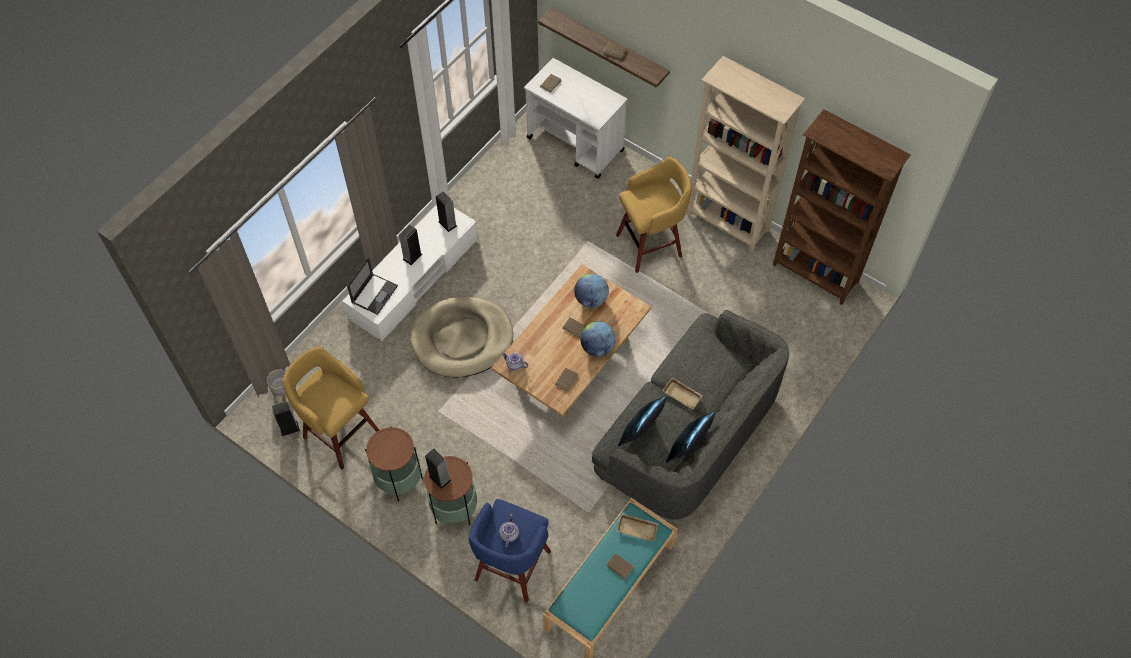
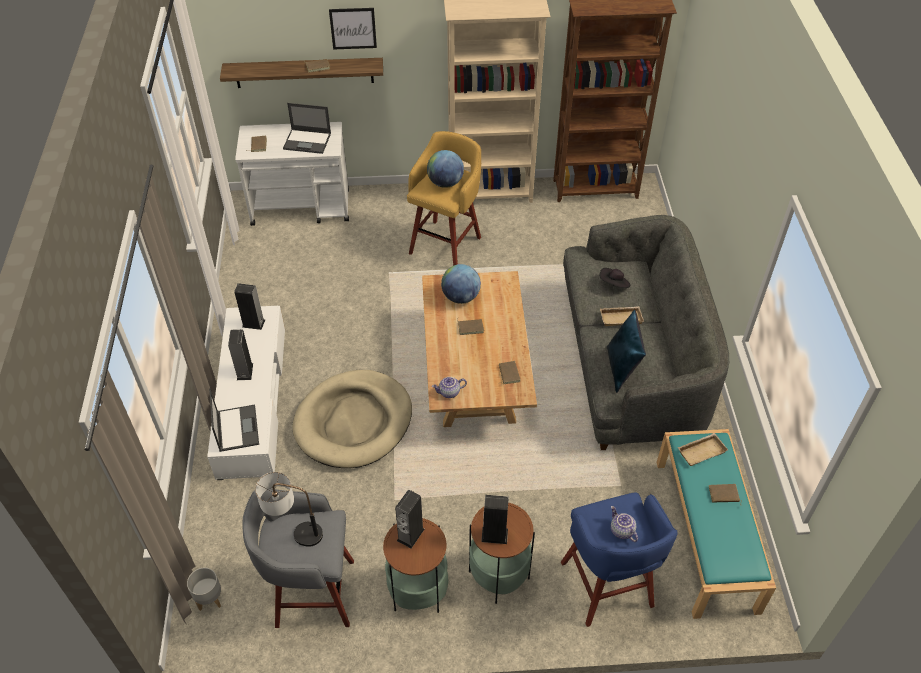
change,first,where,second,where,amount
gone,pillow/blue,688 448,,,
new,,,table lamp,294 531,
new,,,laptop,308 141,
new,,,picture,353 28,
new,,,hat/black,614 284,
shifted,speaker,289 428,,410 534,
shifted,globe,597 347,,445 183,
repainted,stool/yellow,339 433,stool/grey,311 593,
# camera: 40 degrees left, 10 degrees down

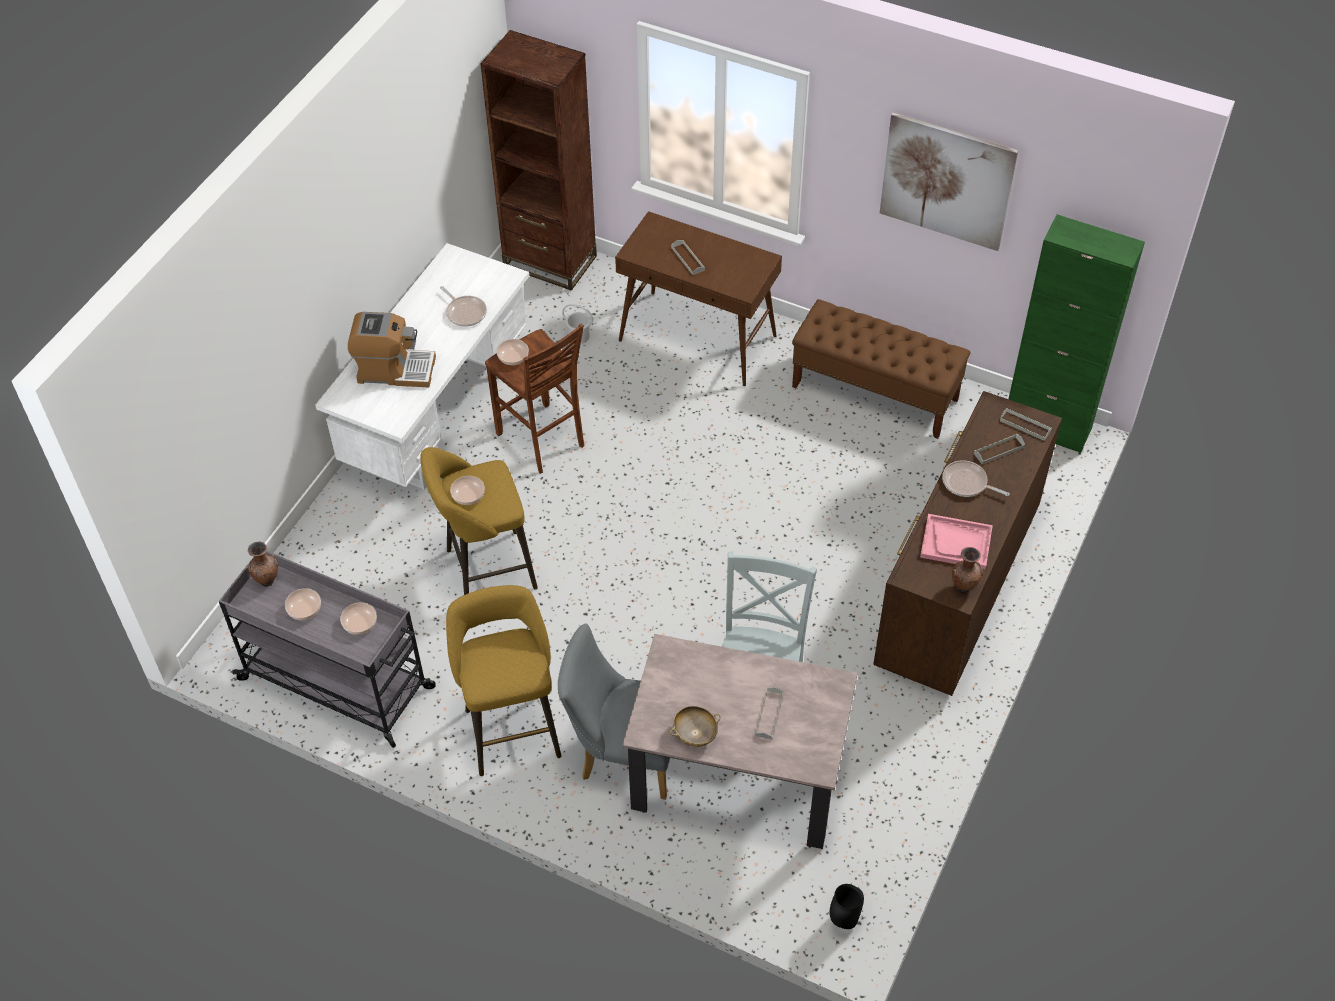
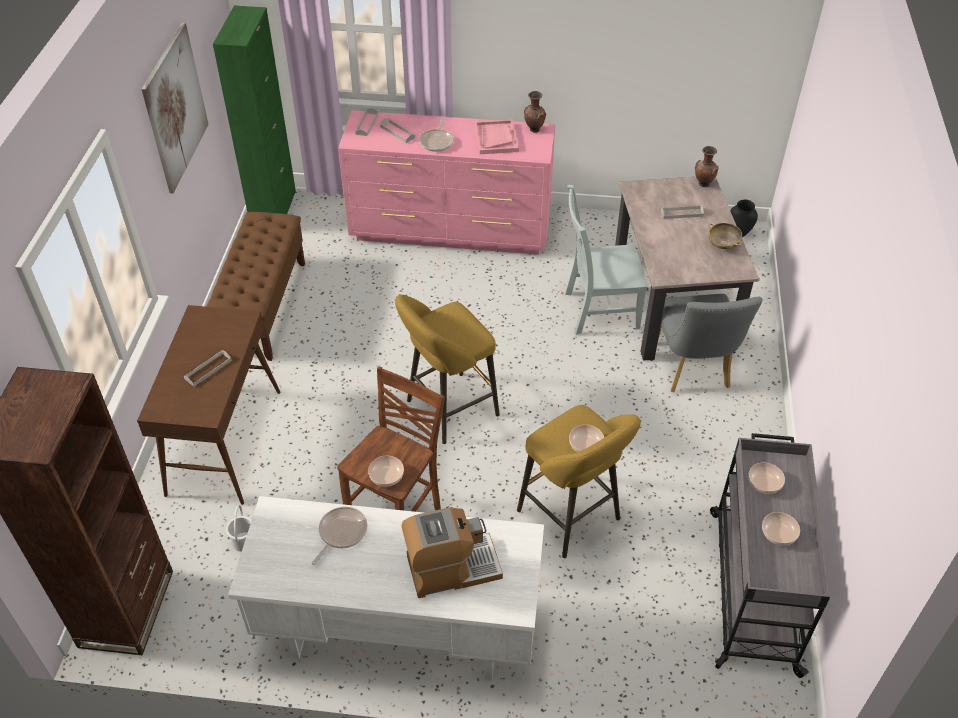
change,first,where,second,where,amount
shifted,vase/brown,267 580,,703 184,
shifted,stool/yellow,511 727,,448 410,
repainted,dresser/brown,956 589,dresser/pink,451 231,
rotated,coffee machine,394 370,,452 568,90 degrees clockwise
# camera: 110 degrees left, 5 degrees down

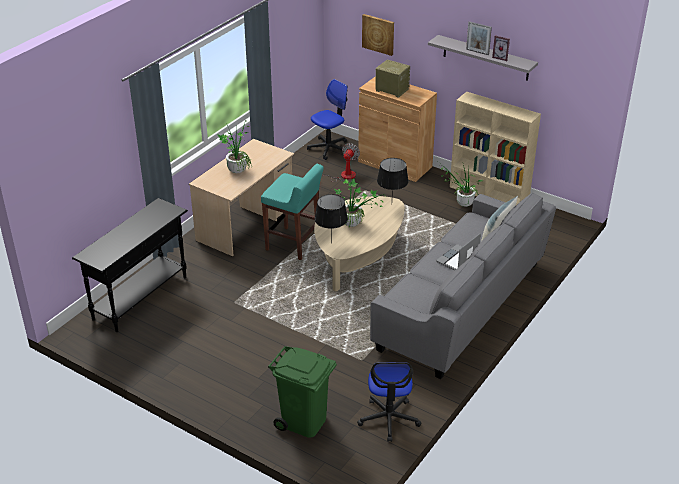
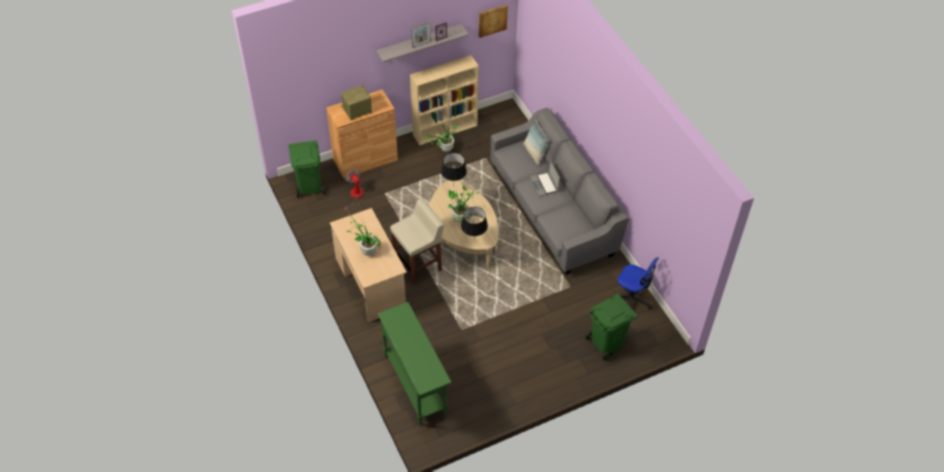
change,first,where,second,where,amount
shifted,picture,378 34,,492 20,
swapped,office chair,329 148,trash can/green,310 186,
repainted,console table/black,141 298,console table/green,415 384,
repainted,stool/turquoise,294 244,stool/beige,418 265,
# camera: 60 degrees left, 15 degrees up

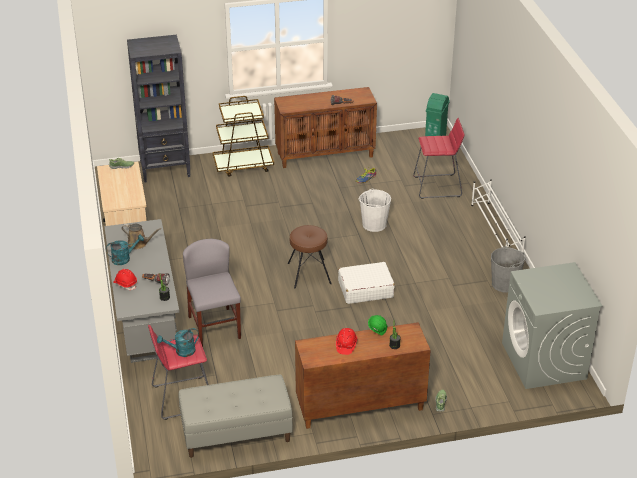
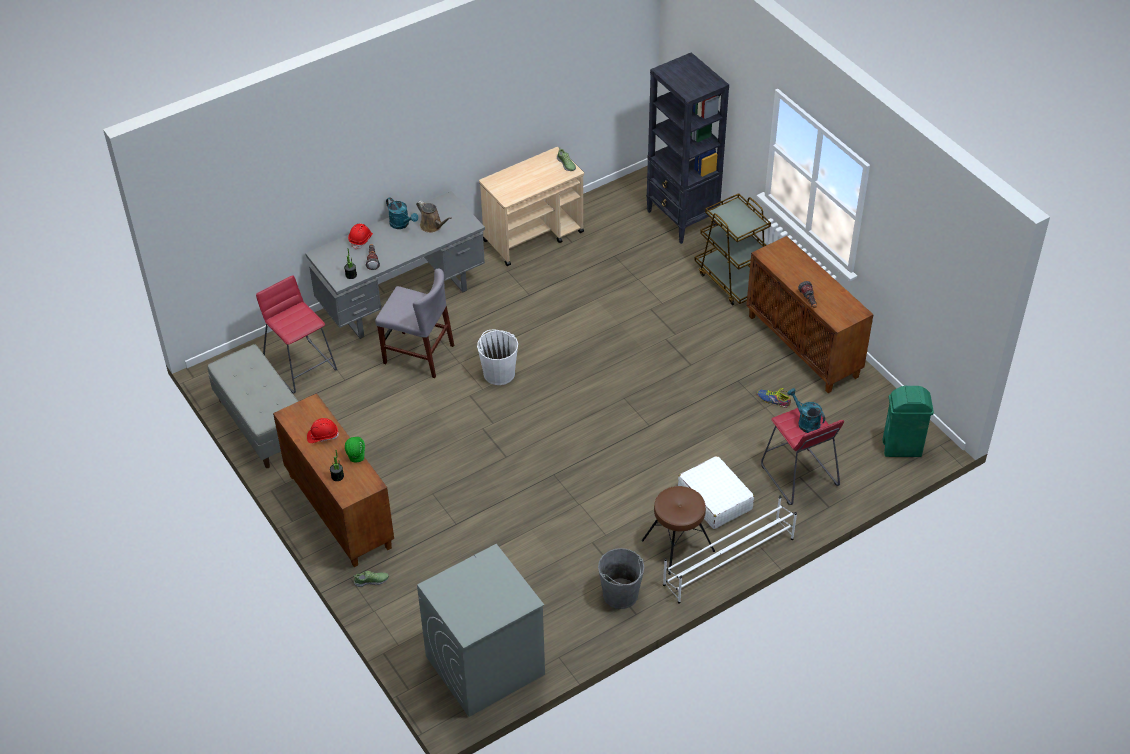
change,first,where,second,where,amount
shifted,watering can/turquoise,181 351,,805 422,
shifted,stool/brown,308 273,,677 545,
shifted,suitcase/white,365 289,,715 499,
shifted,bucket/white,374 224,,499 373,
rotated,watering can/brown,139 243,,432 226,45 degrees counterclockwise
rotated,chair/grey,214 327,,418 354,60 degrees clockwise
# camera: 70 degrees right, 10 degrees up

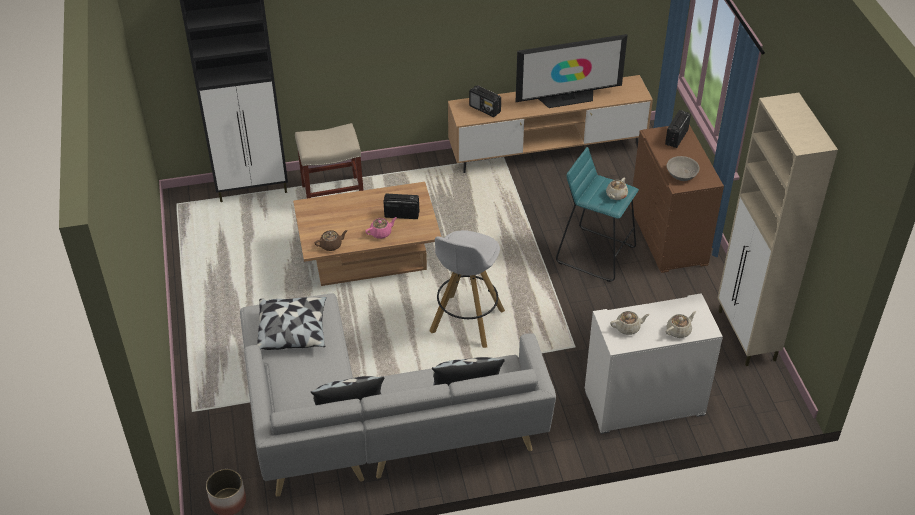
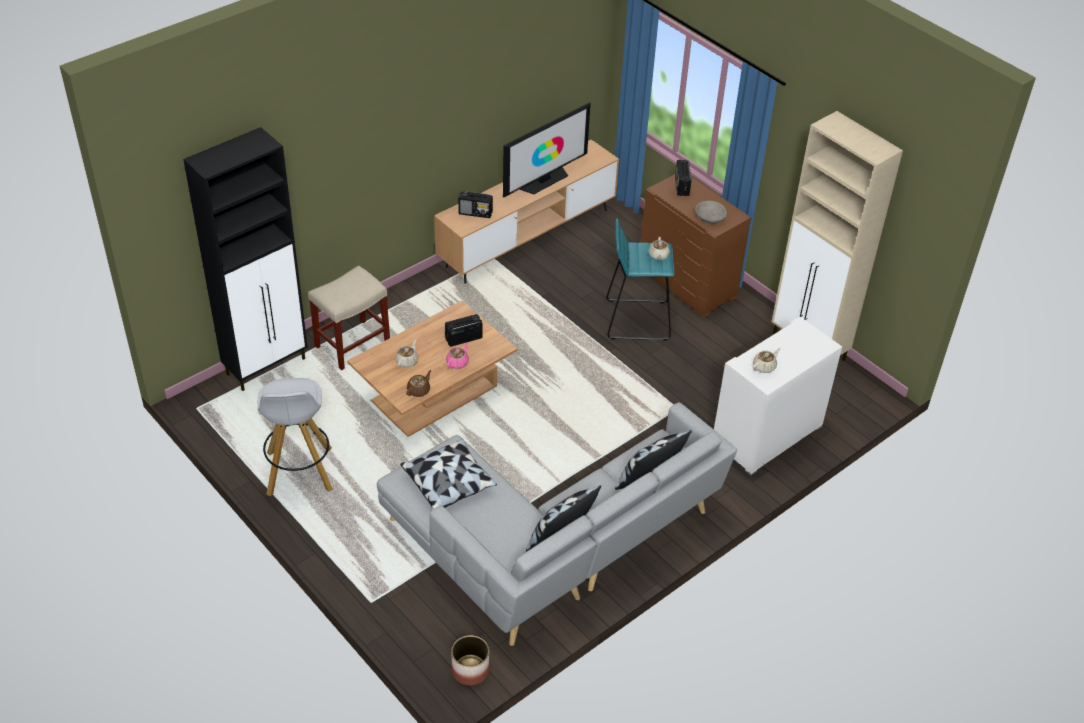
change,first,where,second,where,amount
shifted,stool/white,466 322,,299 473,
shifted,teapot/beige,679 331,,407 361,
# camera: 30 degrees left, 0 degrees up

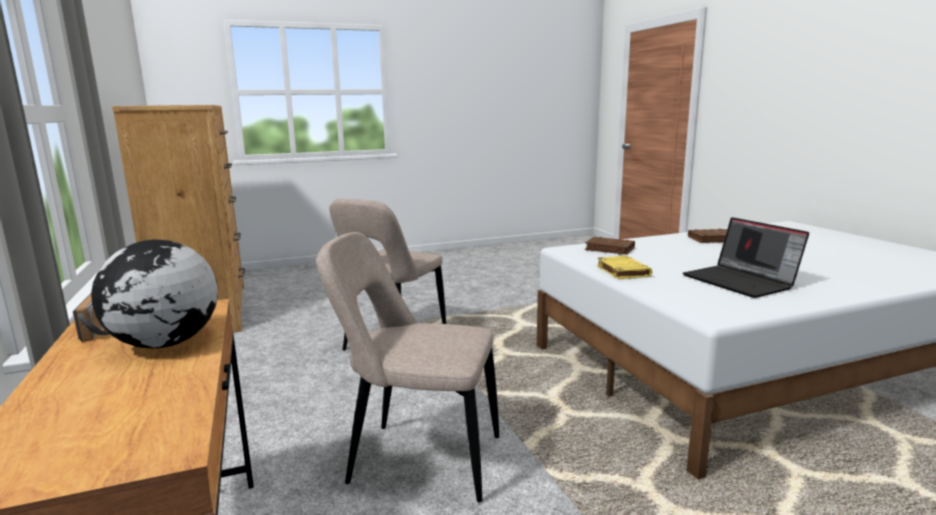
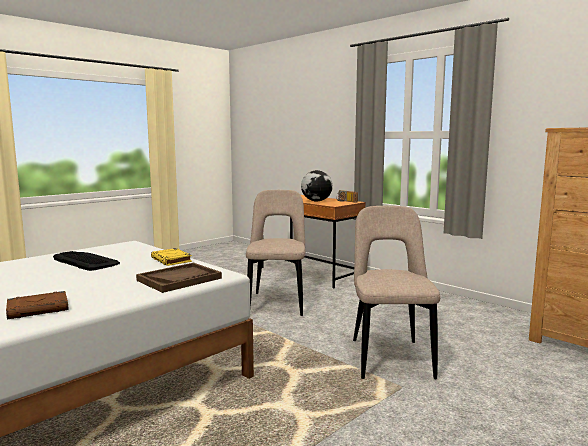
change,first,where,second,where,amount
swapped,book/brown,609 249,tray/brown,179 279,
swapped,laptop,741 282,keyboard,86 261,
rotated,chair/beige,418 459,,277 303,75 degrees counterclockwise
# camera: 155 degrees right, 5 degrees down

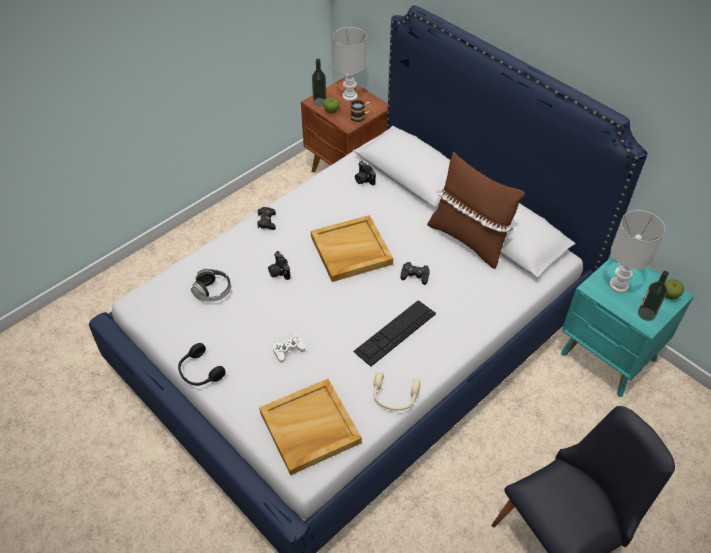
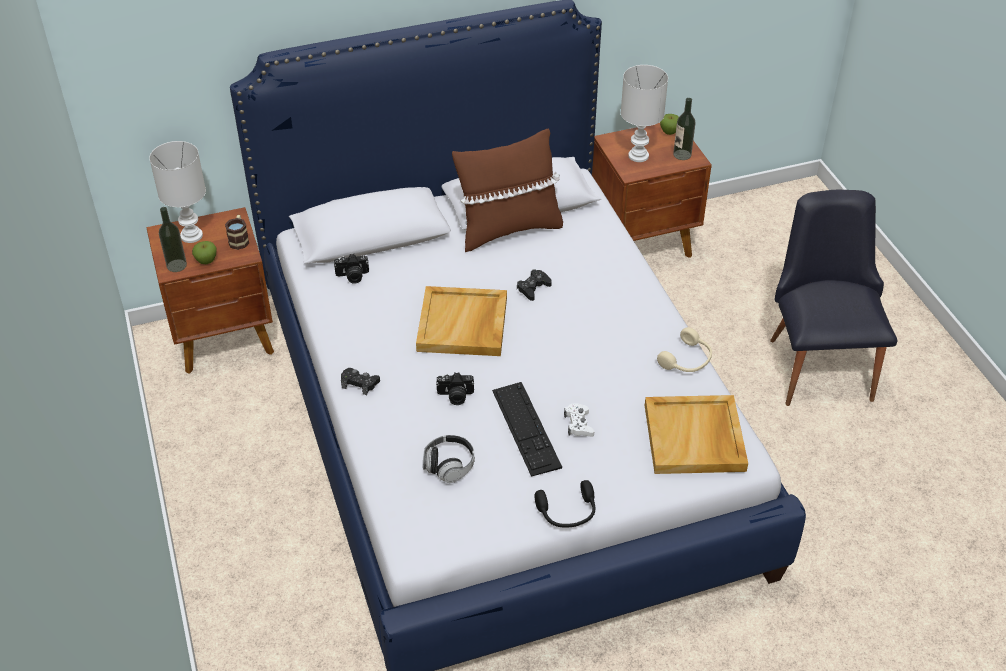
change,first,where,second,where,amount
shifted,keyboard,395 332,,526 428,
repainted,nightstand/turquoise,608 358,nightstand/brown,643 244,
# camera: 65 degrees left, 5 degrees down

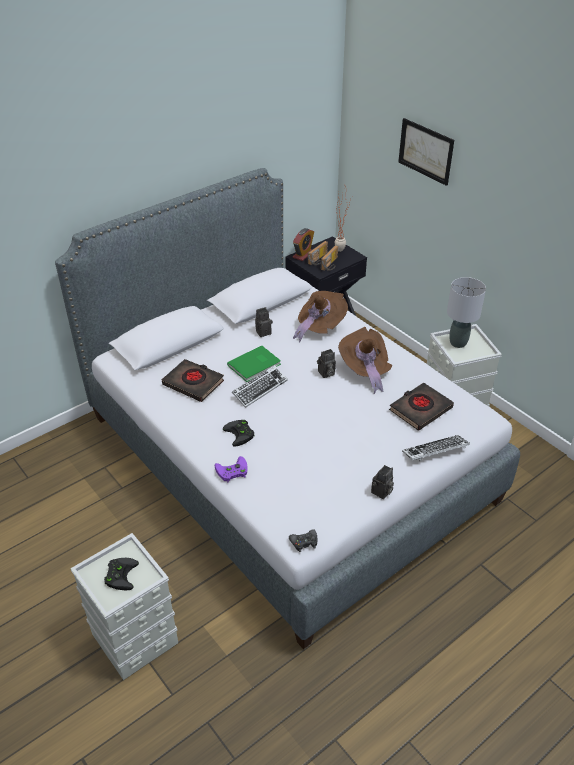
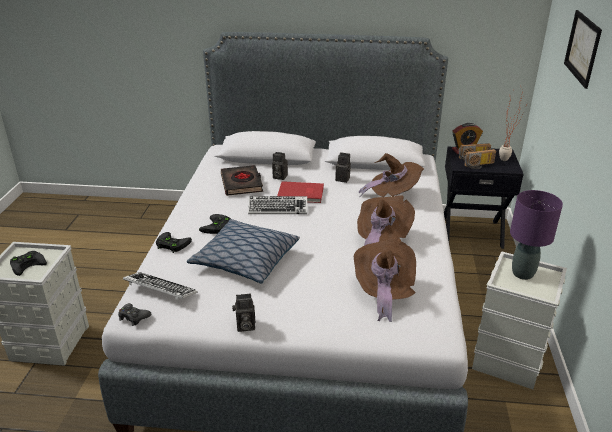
change,first,where,second,where,amount
new,,,pillow,245 260,
shifted,photo camera,326 373,,279 177,
shifted,keyboard,435 451,,160 290,
swapped,book/black,420 409,hat/brown,383 292,
repainted,game controller/purple,231 472,game controller/black,171 244,
repainted,book/green,255 365,book/red,301 194,
repainted,table lamp/grey,458 343,table lamp/purple,523 273,
# camera: 45 degrees right, 10 degrees down

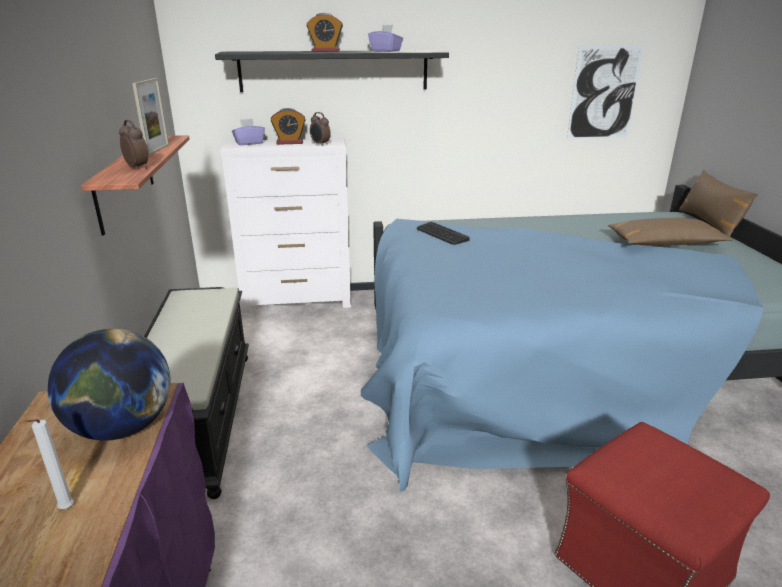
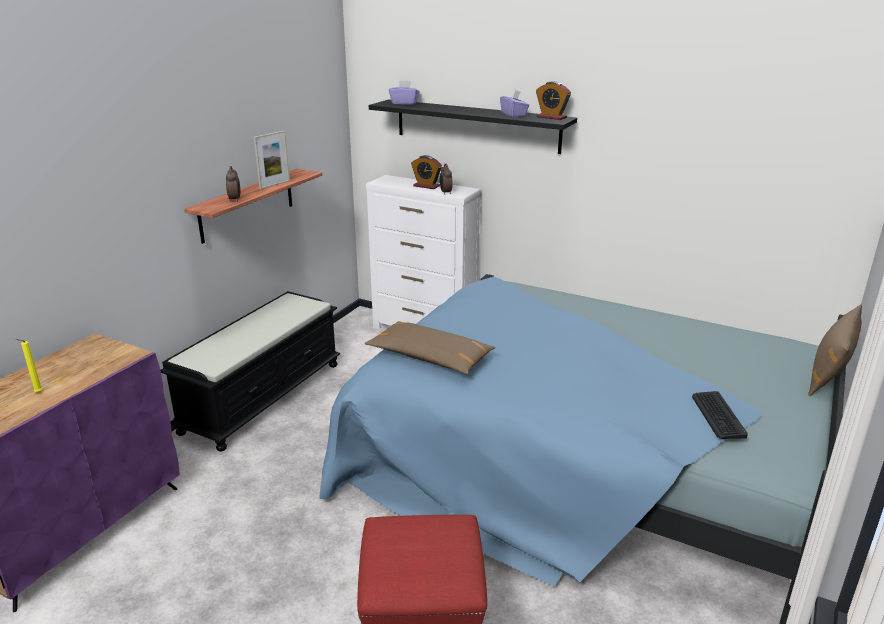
change,first,where,second,where,amount
gone,globe,122 427,,,
gone,picture,604 93,,,
shifted,tissue box/purple,249 143,,404 103,
shifted,alarm clock,325 51,,551 117,
shifted,keyboard,441 234,,717 415,
shifted,pillow/brown,665 243,,430 357,
repainted,candle/white,65 510,candle/yellow,37 393,
# camera: 35 degrees right, 0 degrees up

